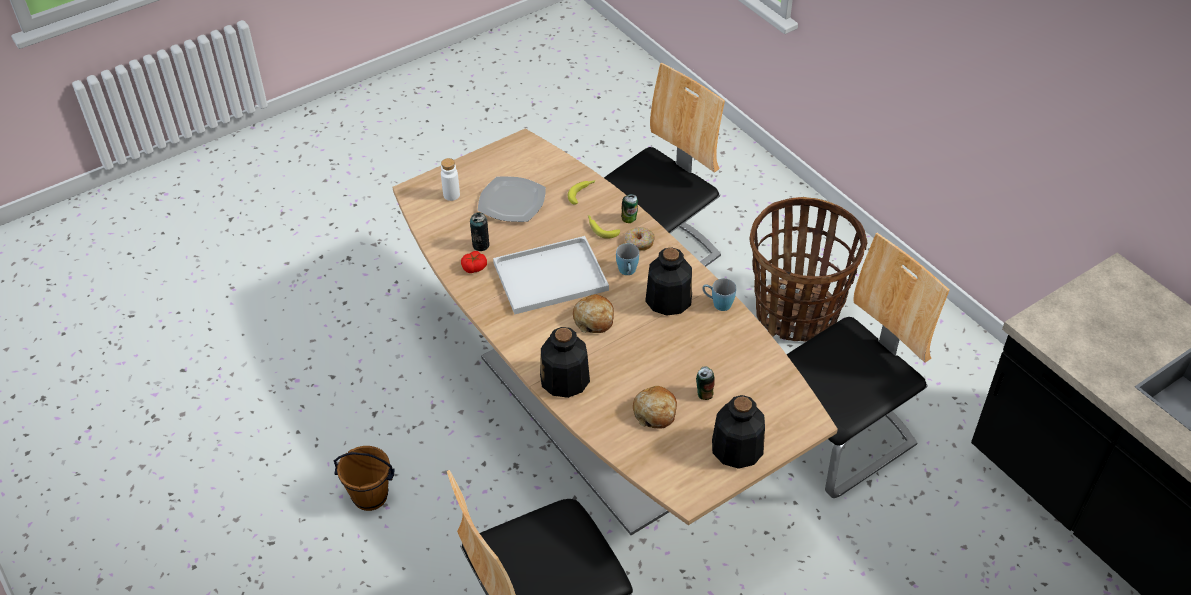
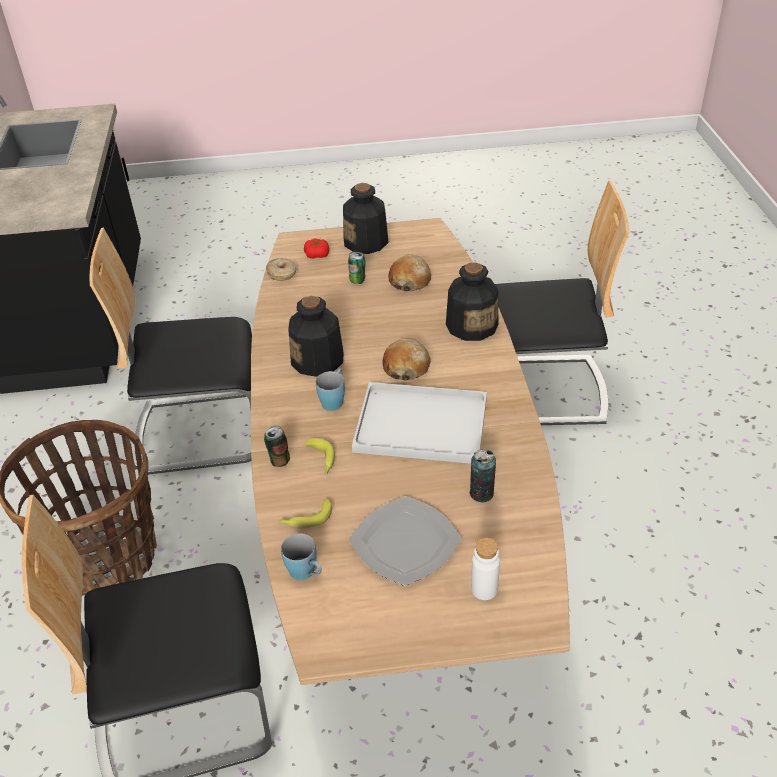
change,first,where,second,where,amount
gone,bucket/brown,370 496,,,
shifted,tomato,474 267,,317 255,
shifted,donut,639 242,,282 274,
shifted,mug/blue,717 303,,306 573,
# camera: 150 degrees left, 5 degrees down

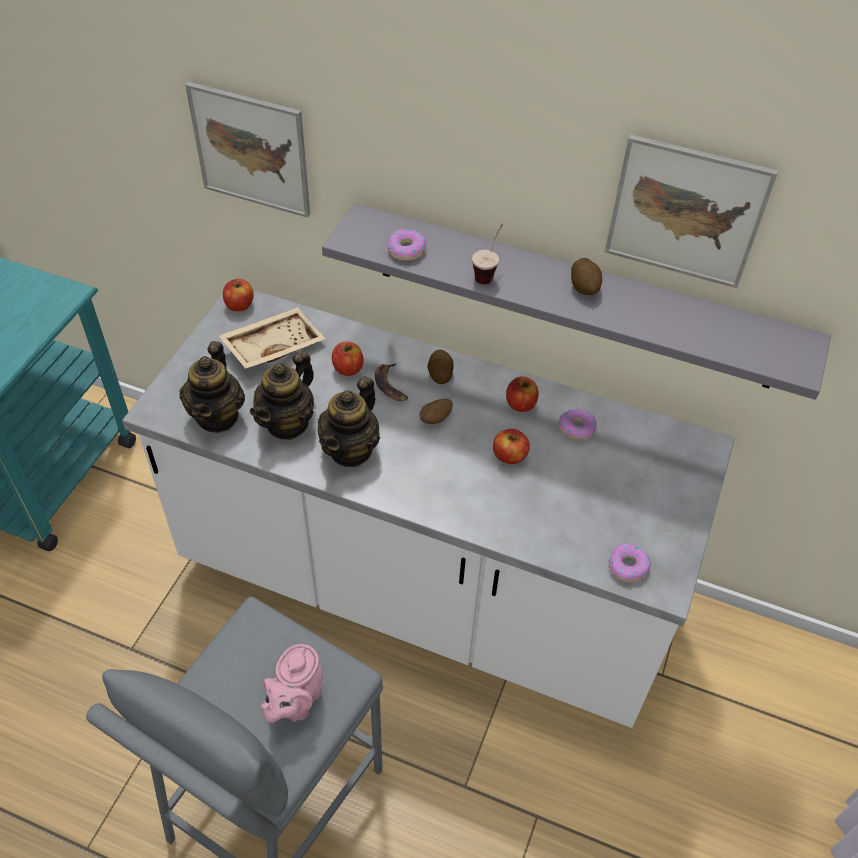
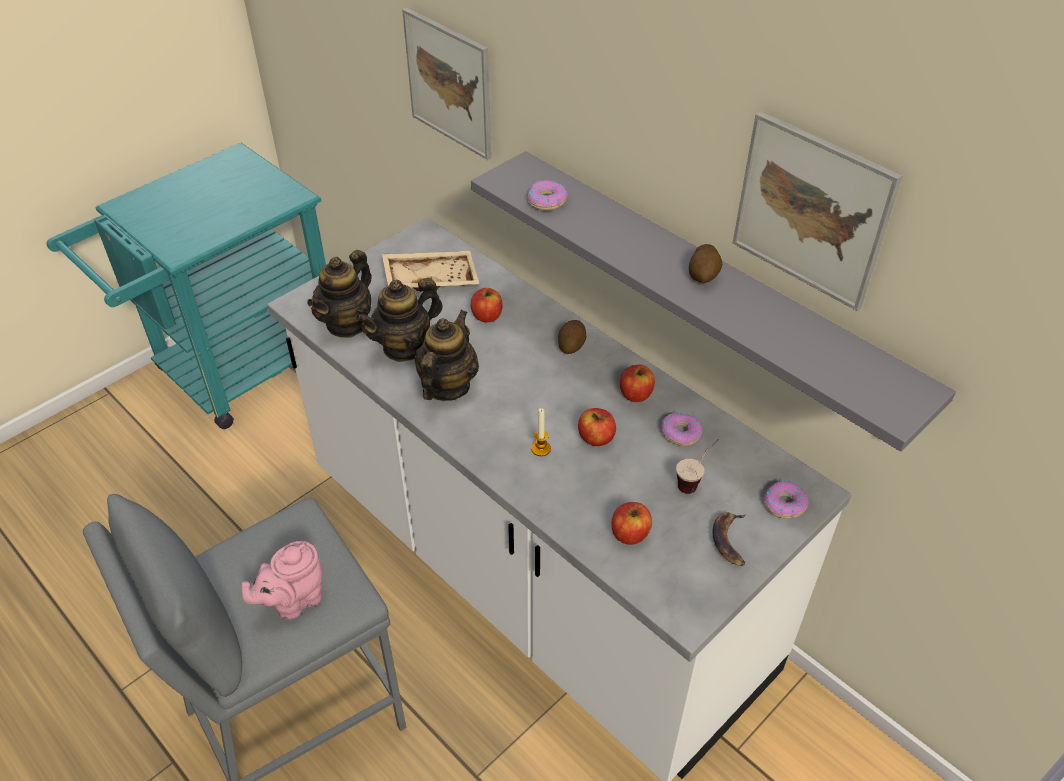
change,first,where,second,where,amount
gone,potato,436 419,,,
new,,,candle,541 449,
shifted,apple,239 305,,629 534,
shifted,banana,391 385,,730 541,
shifted,cup,488 272,,695 481,
shifted,donut,627 566,,784 504,
rotated,teapot,351 449,,447 386,150 degrees clockwise
# camera: 25 degrees right, 5 degrees down

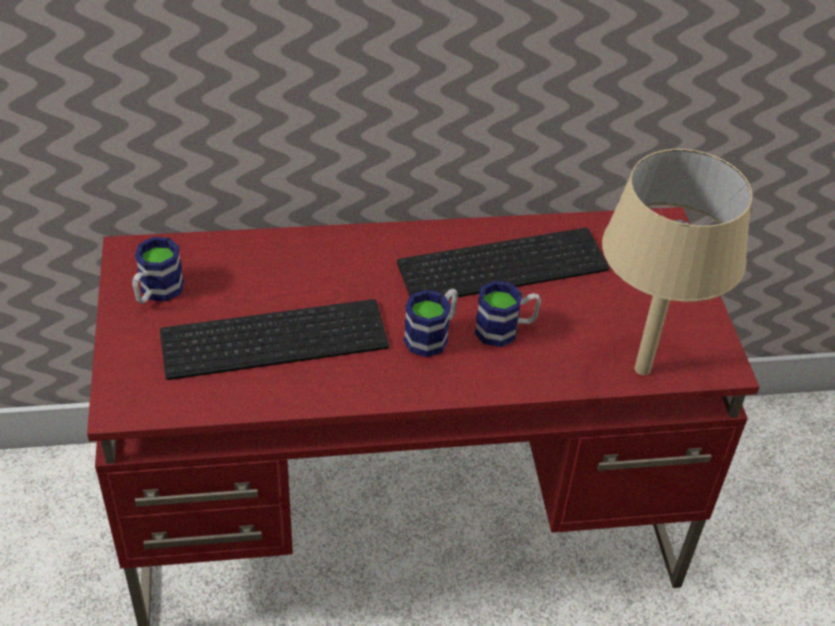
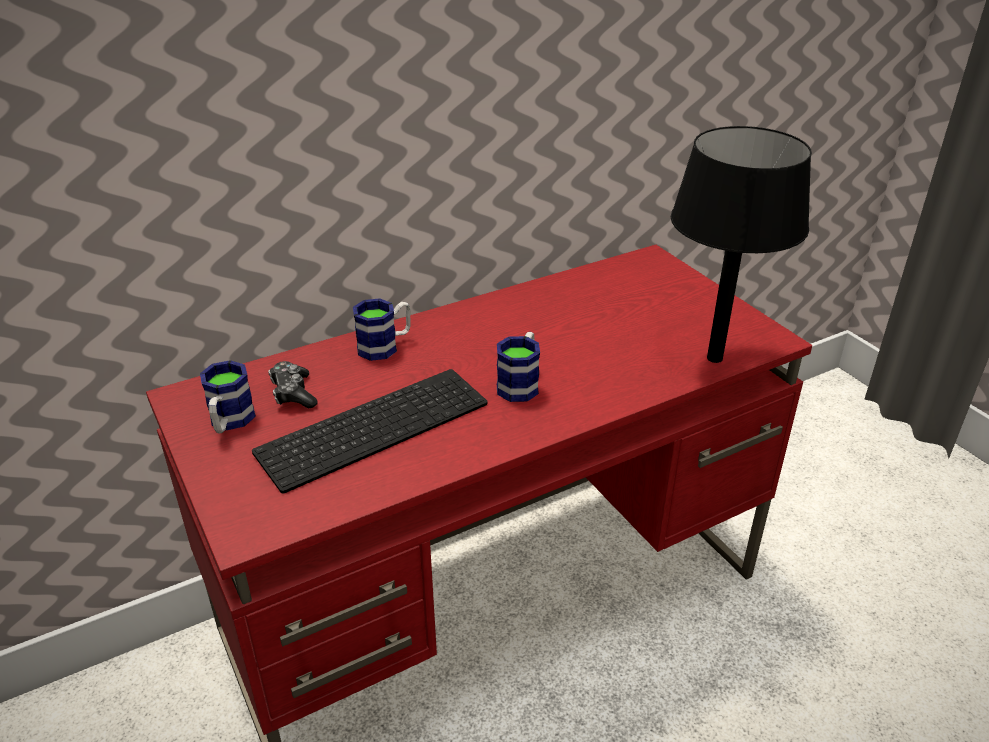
change,first,where,second,where,amount
gone,keyboard,503 263,,,
new,,,game controller,293 393,
shifted,mug,505 329,,385 346,
repainted,table lamp/beige,643 369,table lamp/black,715 358,
# camera: 20 degrees left, 10 degrees down

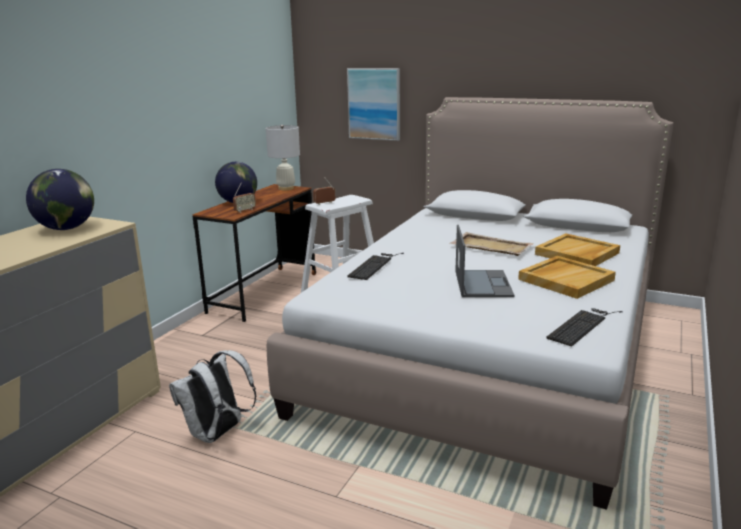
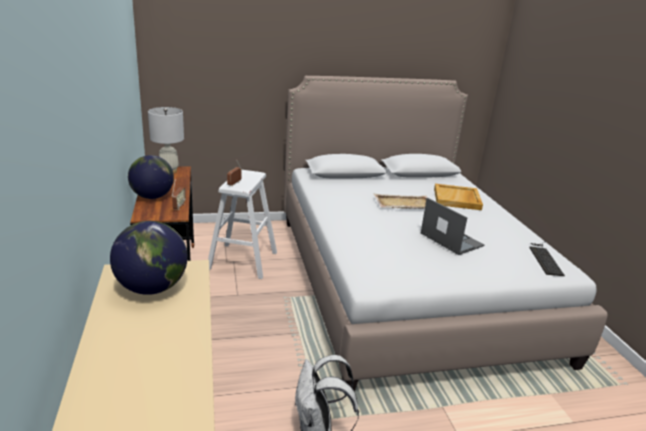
change,first,where,second,where,amount
gone,picture,374 104,,,
gone,keyboard,374 265,,,
gone,tray/beige,565 279,,,
# camera: 40 degrees left, 5 degrees up

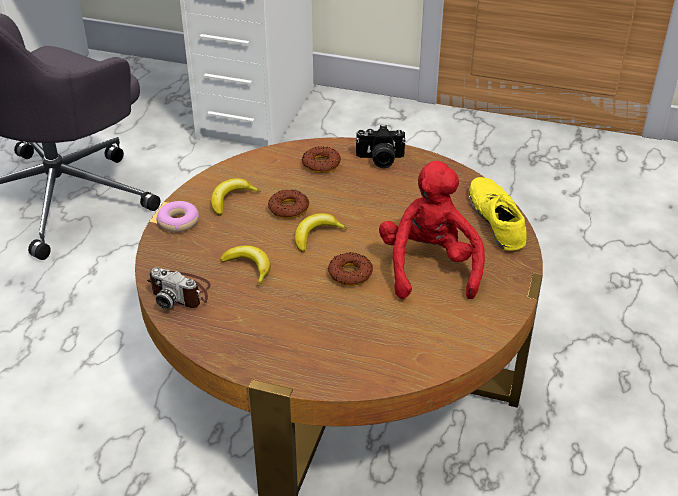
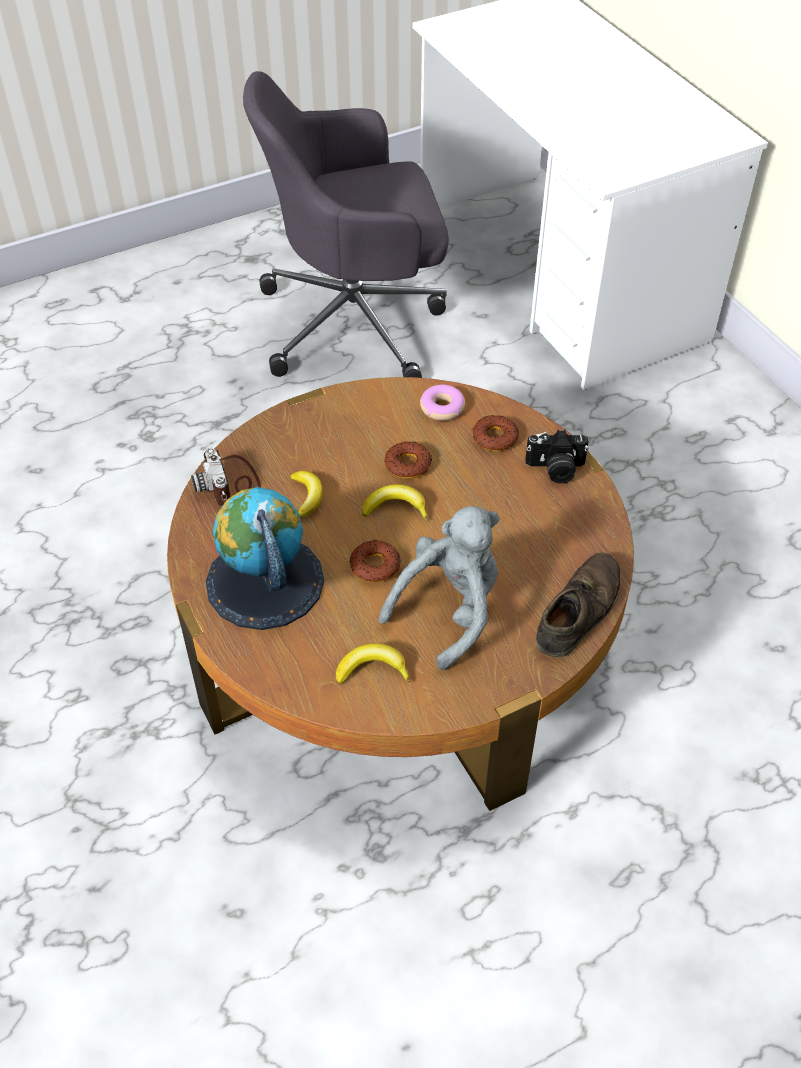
change,first,where,second,where,amount
new,,,globe,264 582,
shifted,donut,178 222,,442 408,
shifted,banana,231 200,,372 670,
repainted,plush toy/red,429 266,plush toy/grey,449 610,
repainted,shoe/yellow,496 220,shoe/brown,578 611,
rotated,photo camera,380 159,,555 469,45 degrees counterclockwise
# camera: 45 degrees right, 10 degrees up

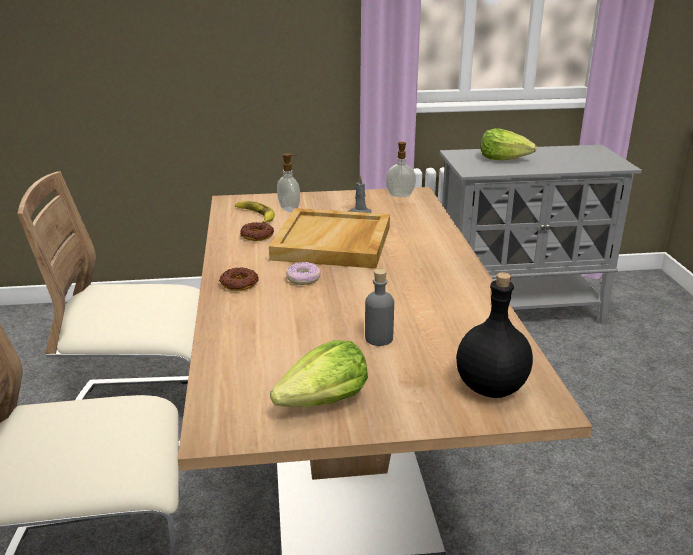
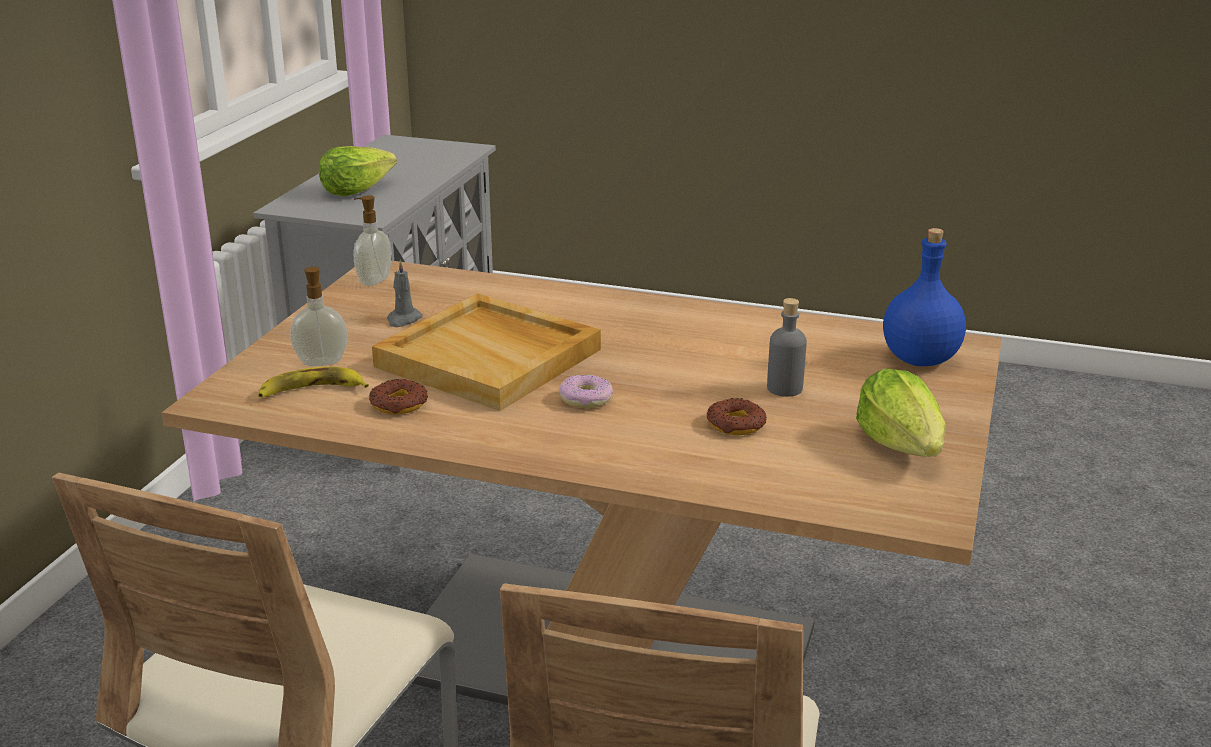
change,first,where,second,where,amount
shifted,donut,239 284,,736 424,
repainted,bottle/black,491 388,bottle/blue,921 359,
# camera: 65 degrees left, 0 degrees up

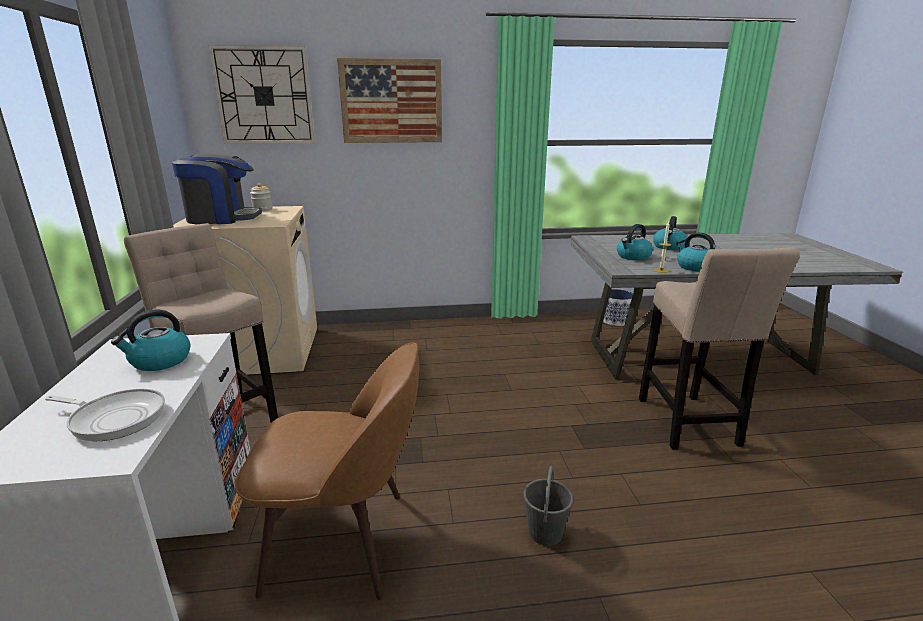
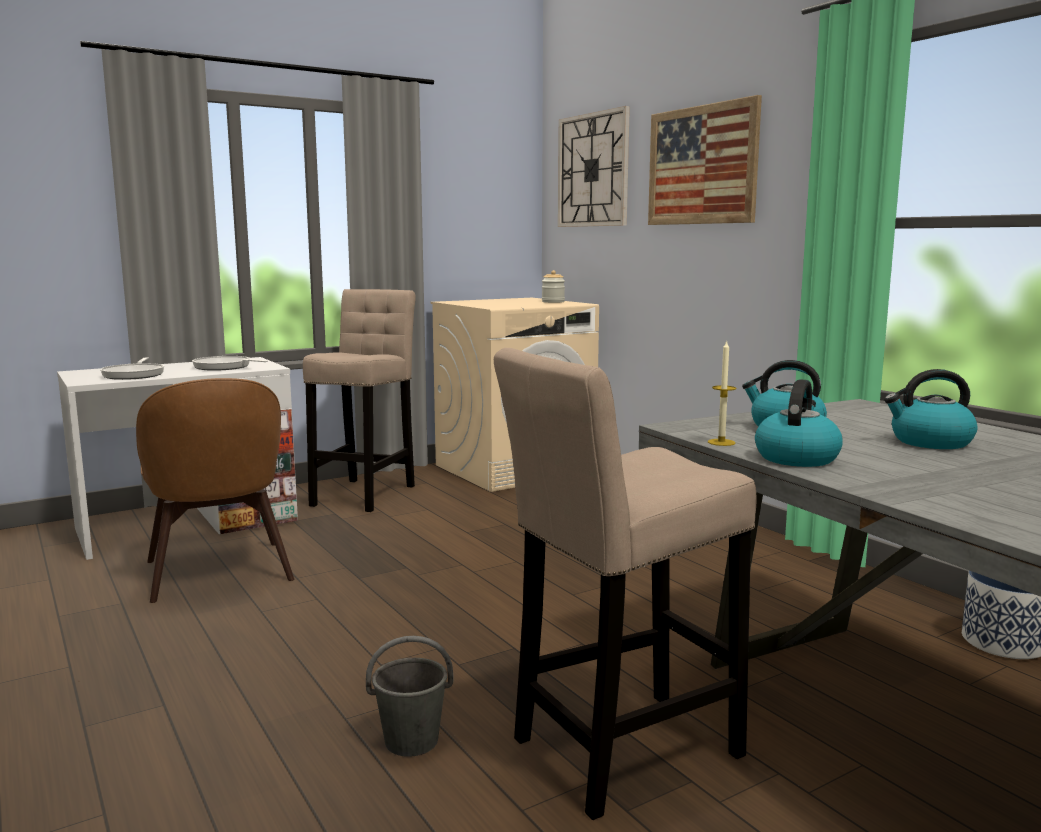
change,first,where,second,where,amount
gone,coffee machine,222 218,,,
shifted,bucket/grey,545 532,,410 741,
swapped,kettle,160 361,frying pan,225 367,
# camera: 65 degrees right, 10 degrees down

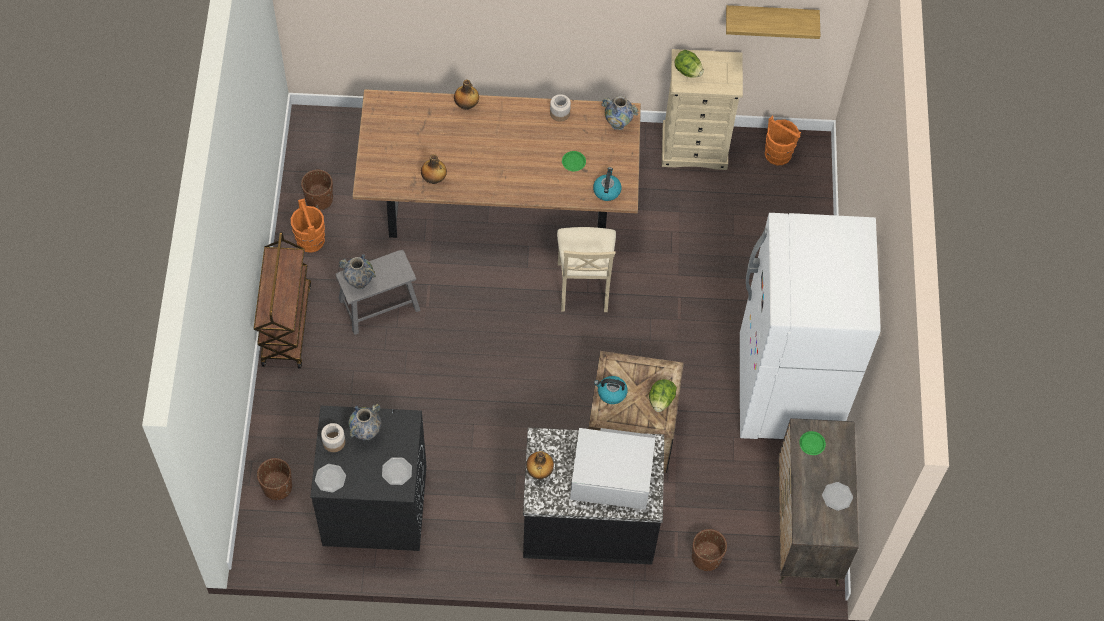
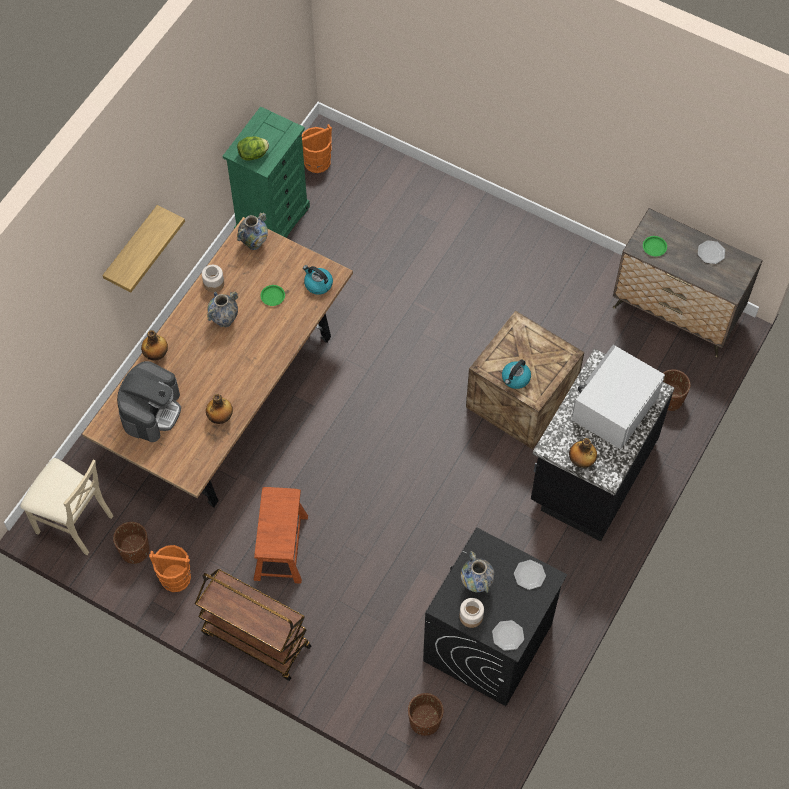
change,first,where,second,where,amount
gone,lettuce,661 400,,,
gone,fridge/white,787 390,,,
new,,,coffee machine,151 411,
shifted,vase,359 282,,224 321,
shifted,chair/beige,584 286,,74 522,
shifted,shelf,771 17,,132 249,
repainted,stool/grey,379 304,stool/brown,281 547,
repainted,dresser/beige,695 147,dresser/green,272 219,
# camera: 60 degrees left, 0 degrees up

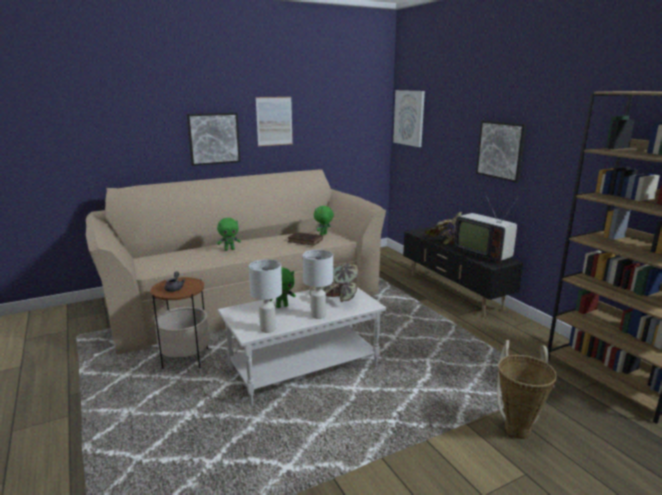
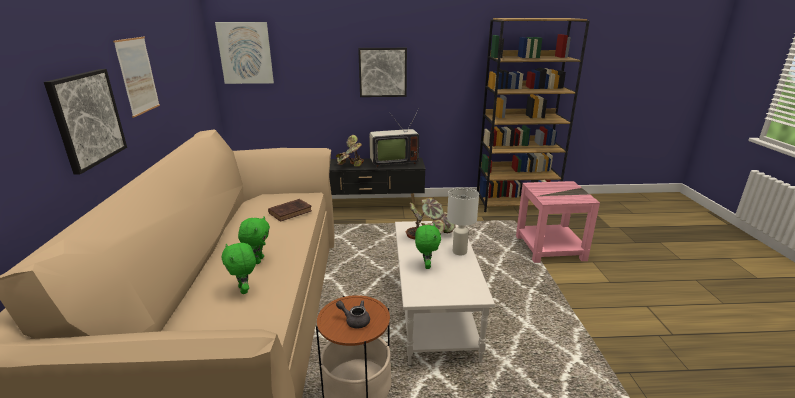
change,first,where,second,where,amount
gone,table lamp/white,267 329,,,
shifted,plush toy/green,323 234,,244 290,
swapped,basket,517 427,side table/pink,550 247,
# camera: 65 degrees left, 5 degrees up

